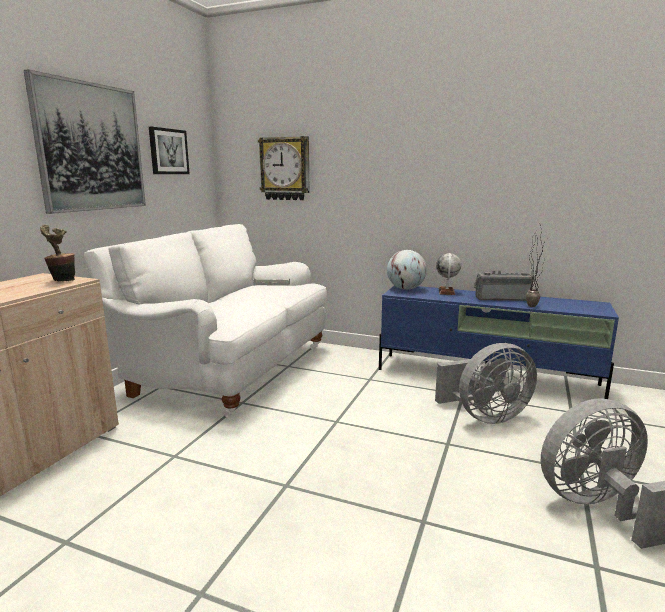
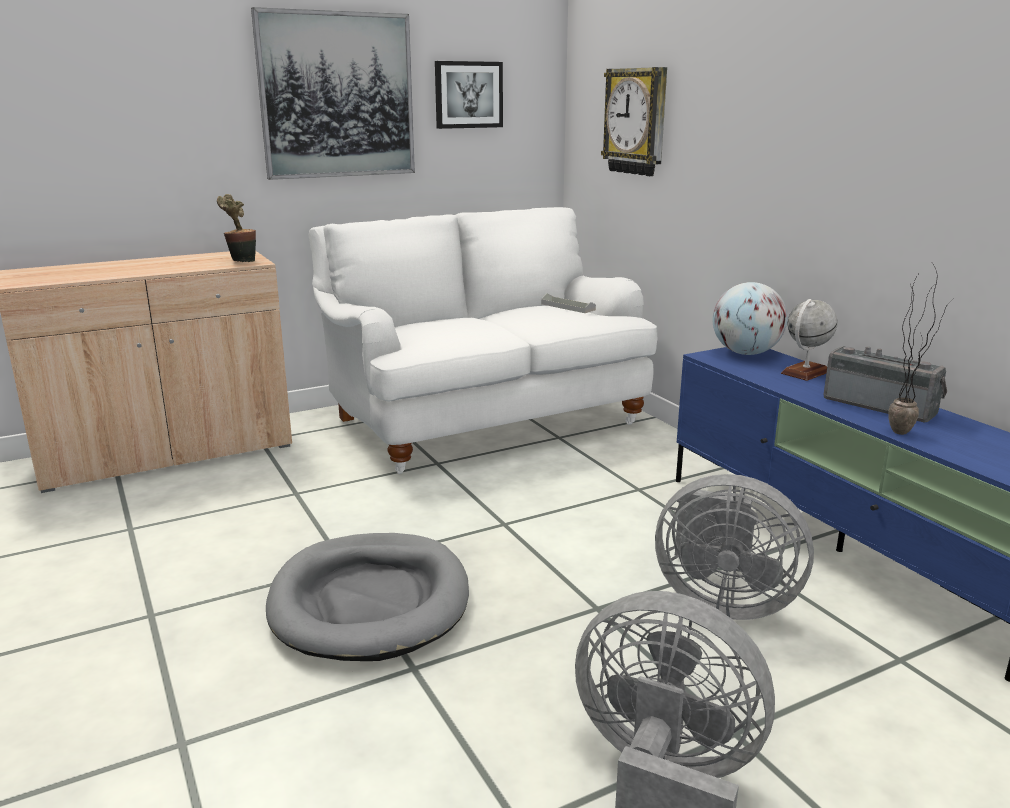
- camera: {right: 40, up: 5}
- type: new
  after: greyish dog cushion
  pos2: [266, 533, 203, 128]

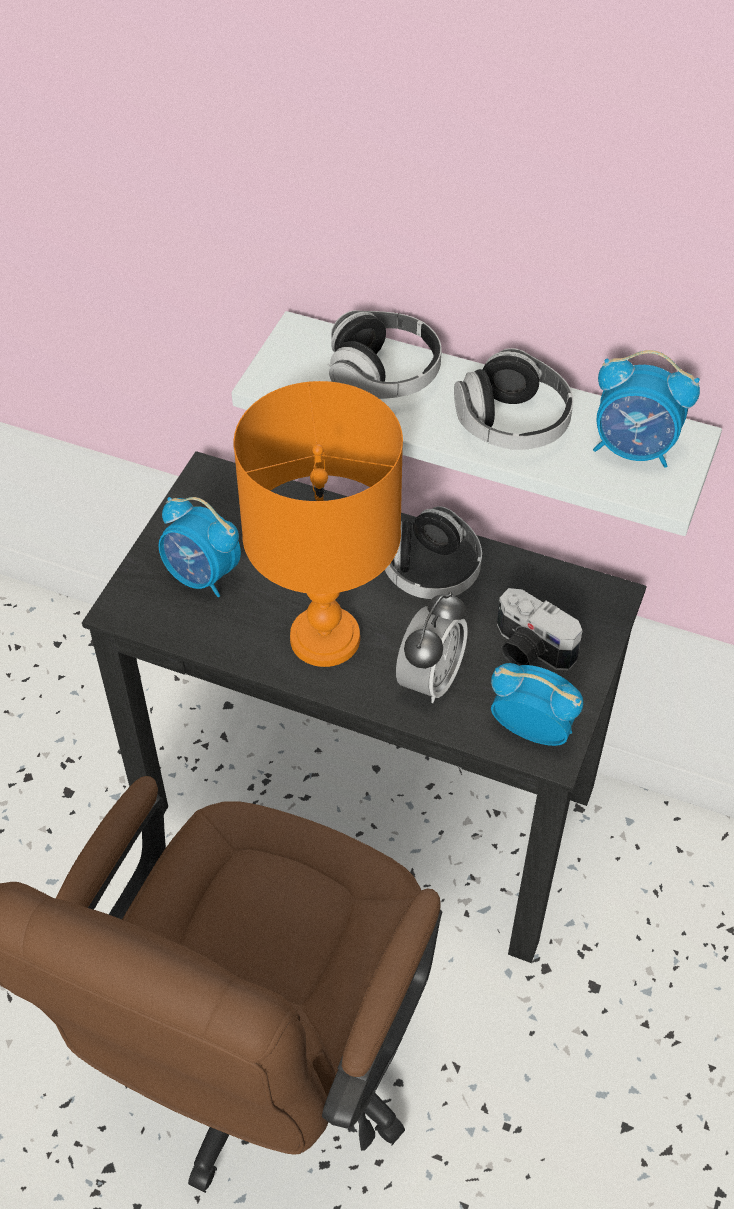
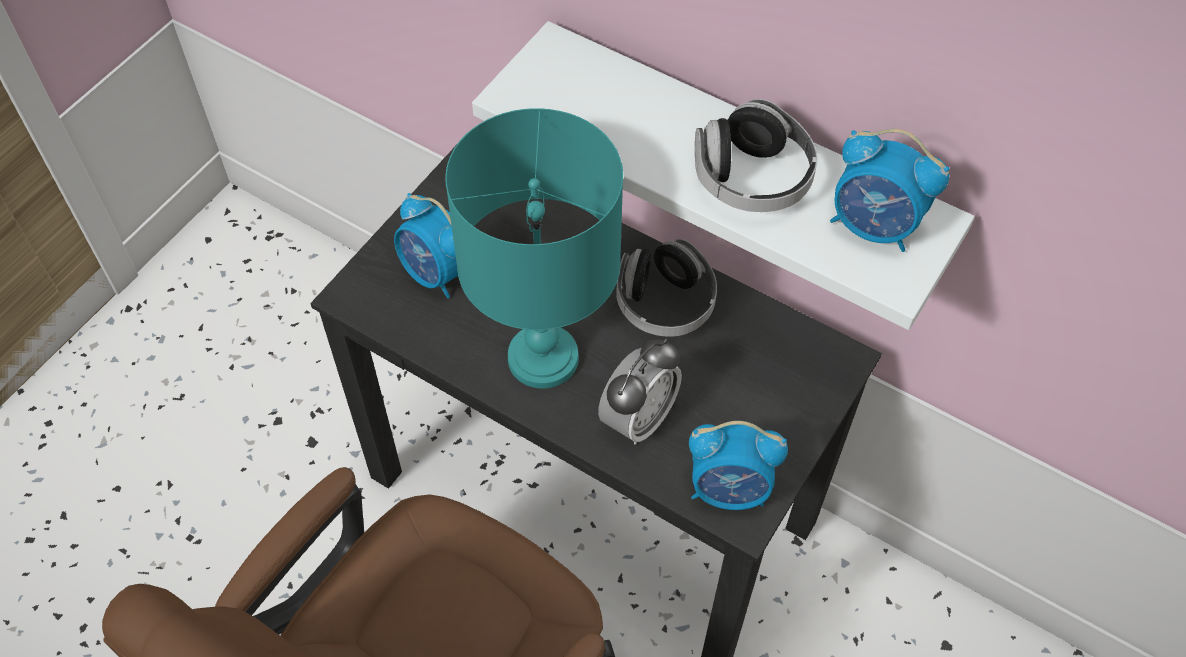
- camera: {right: 10, up: 5}
- type: repainted
  before: orangey tabletop lamp
  after: turquoise-coloured tabletop lamp
  pos1: [234, 381, 169, 286]
  pos2: [445, 108, 178, 281]
- type: rotated
  before: table clock
  pos1: [491, 663, 92, 83]
  pos2: [689, 421, 99, 89]
  turn: 150
- type: gone
  before: headphones
  pos1: [328, 310, 114, 89]
- type: gone
  before: still camera
  pos1: [497, 588, 86, 82]

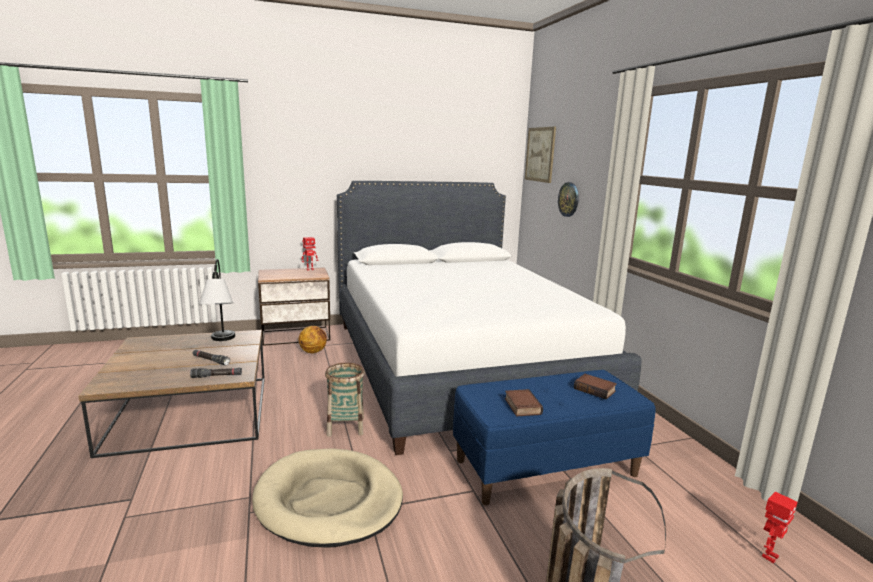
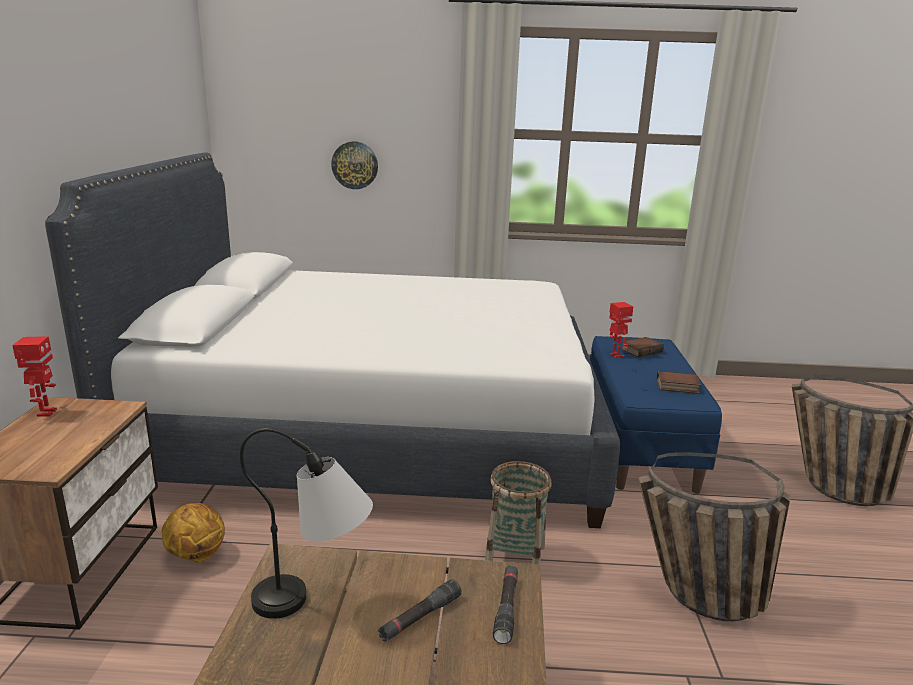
- camera: {right: -70, up: 5}
- type: shifted
  before: toy robot
  pos1: [762, 492, 35, 72]
  pos2: [609, 302, 24, 56]
- type: swapped
  before: sand-coloured dog cushion
  after: household basket
  pos1: [252, 448, 151, 100]
  pos2: [638, 452, 152, 169]
- type: gone
  before: wall picture
  pos1: [525, 127, 31, 56]

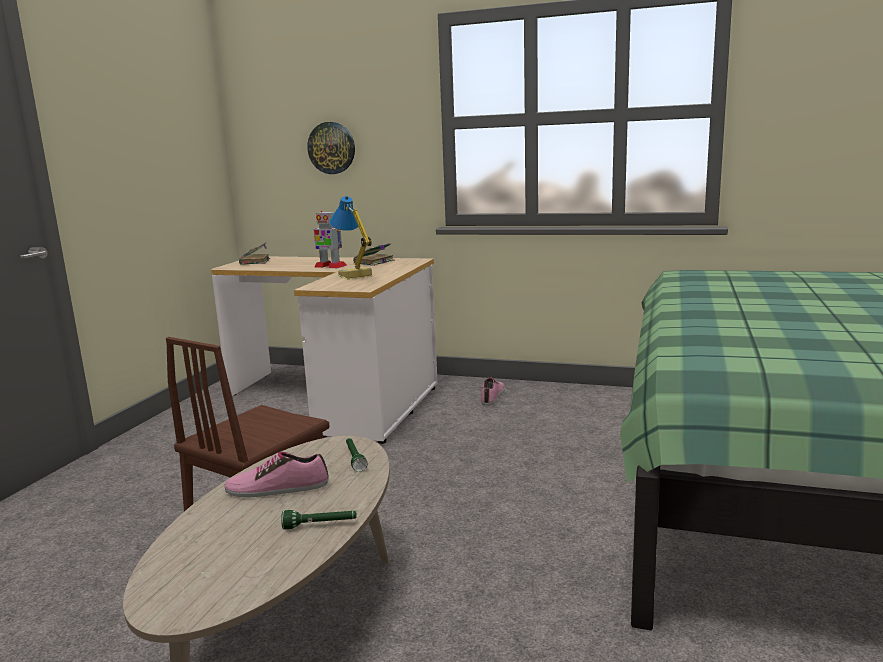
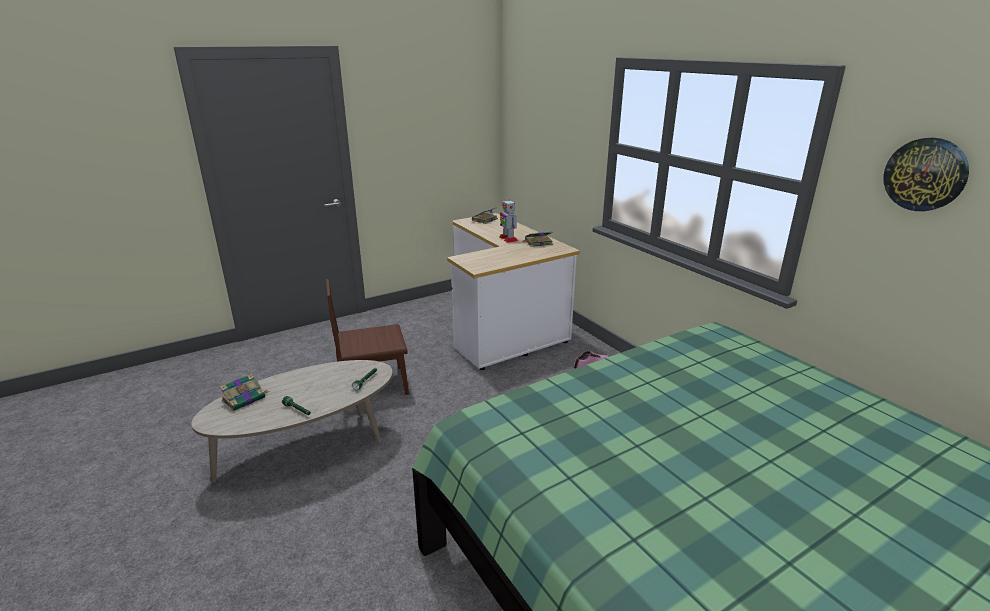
- camera: {right: 40, up: 10}
- type: new
  after: volume
  pos2: [220, 374, 47, 37]
- type: shifted
  before: clock on the wall
  pos1: [307, 122, 48, 52]
  pos2: [883, 138, 86, 73]
- type: gone
  before: low shoe
  pos1: [225, 452, 103, 45]
- type: gone
  before: tabletop lamp
  pos1: [330, 195, 42, 85]

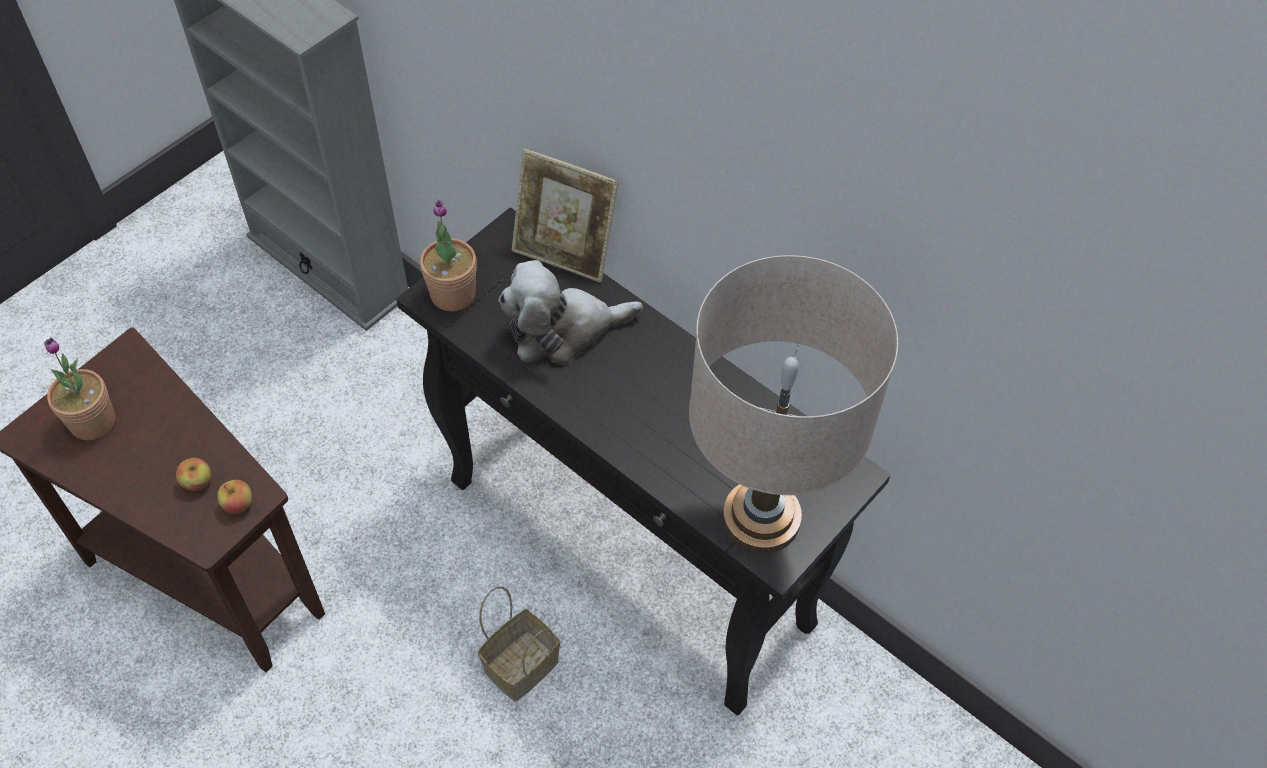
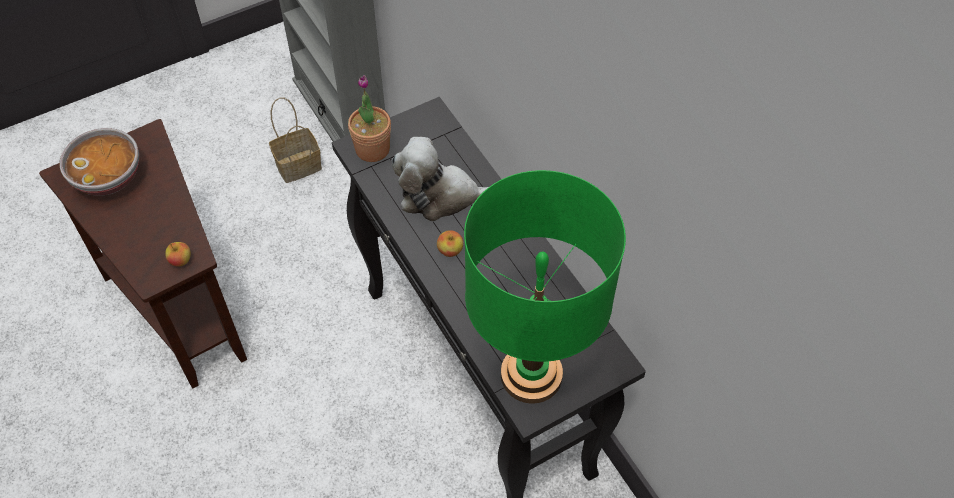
- camera: {right: 20, up: 0}
- type: swapped
  before: houseplant
  after: bowl
  pos1: [44, 337, 72, 103]
  pos2: [59, 128, 80, 68]
- type: shifted
  before: household basket
  pos1: [478, 586, 82, 116]
  pos2: [269, 98, 53, 85]
- type: shifted
  before: apple
  pos1: [176, 458, 35, 33]
  pos2: [437, 230, 26, 27]
- type: repainted
  before: sand-coloured tabletop lamp
  after: greenish tabletop lamp
  pos1: [689, 255, 209, 298]
  pos2: [464, 170, 162, 233]
- type: gone
  before: picture frame
  pos1: [512, 148, 107, 135]

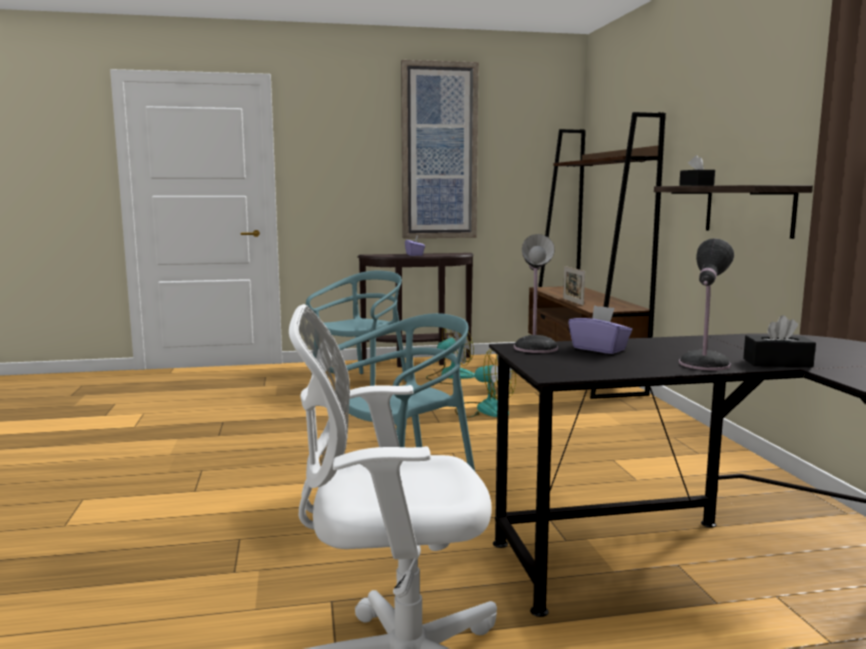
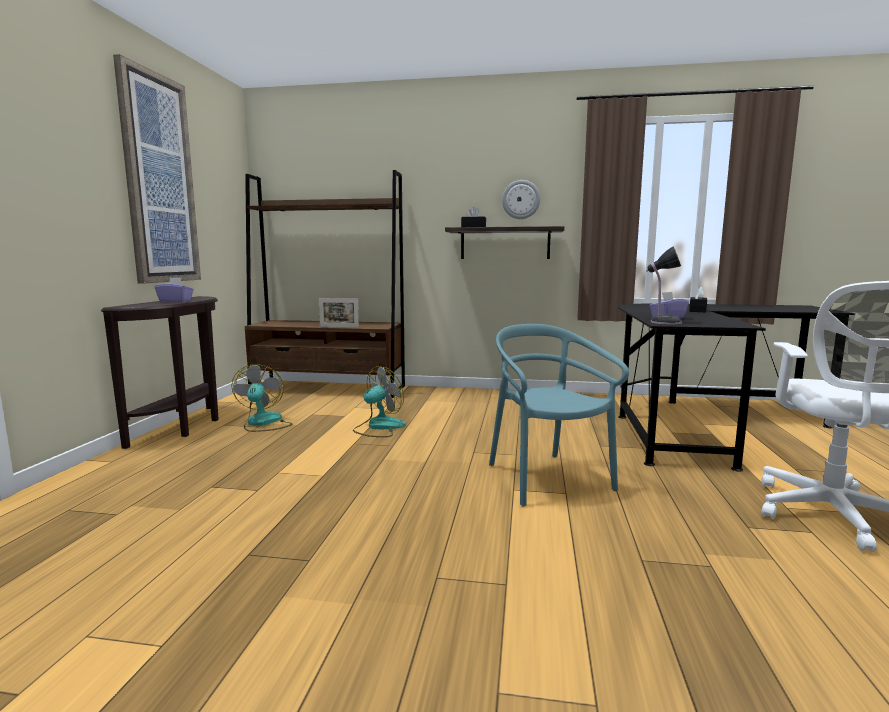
- camera: {right: -70, up: 0}
- type: new
  after: clock on the wall
  pos2: [502, 180, 38, 39]
- type: gone
  before: turquoise-coloured plain chair
  pos1: [306, 271, 100, 115]
- type: gone
  before: tabletop lamp
  pos1: [679, 238, 55, 133]

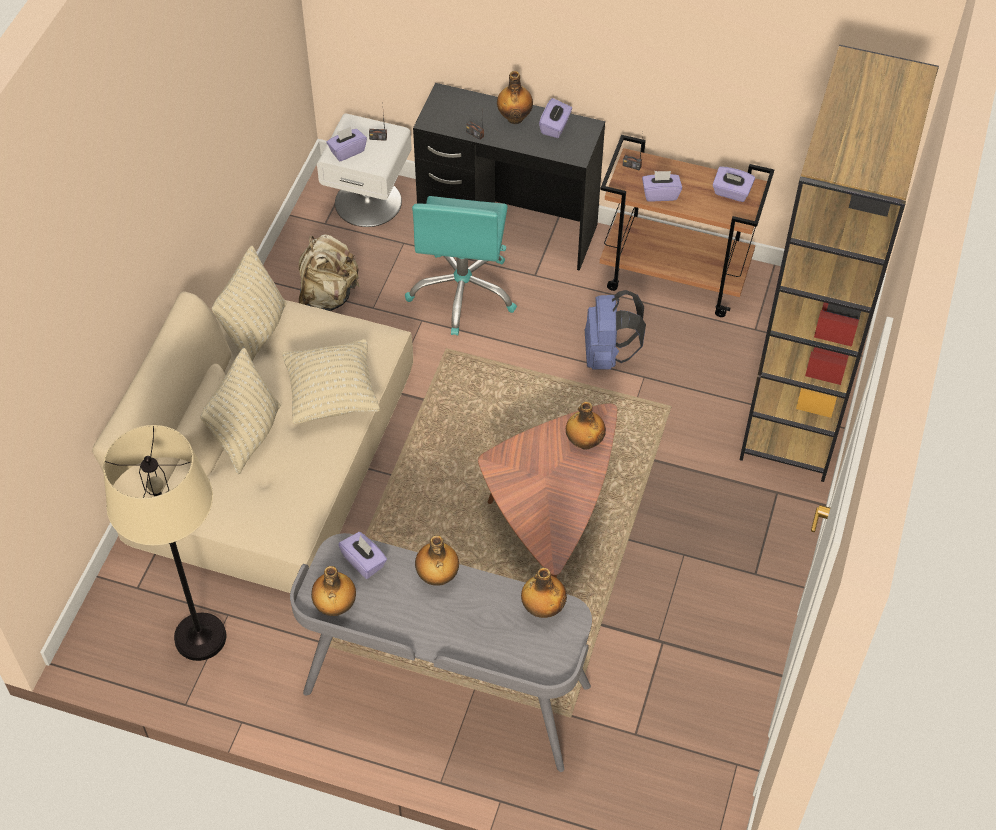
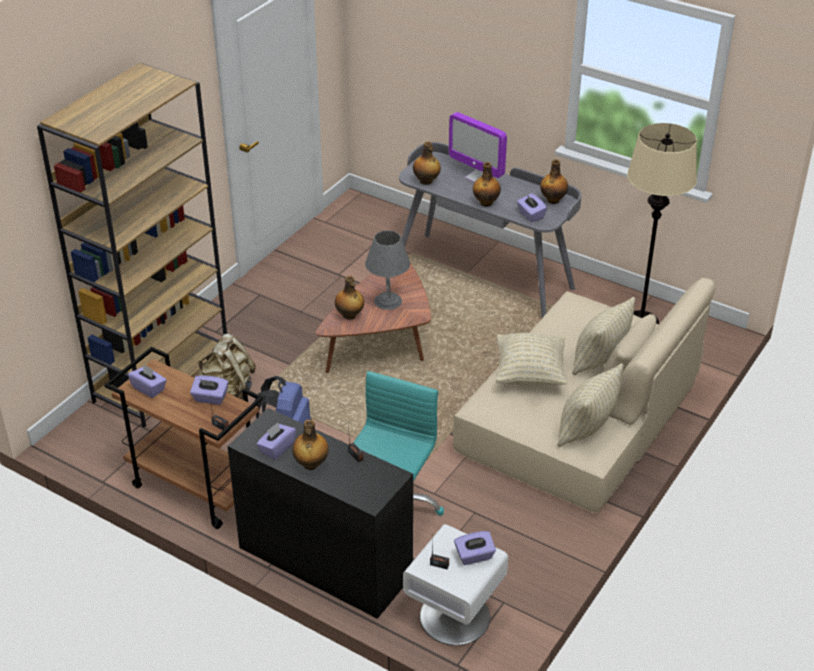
- camera: {right: -165, up: -15}
- type: shifted
  before: sand-coloured backpack
  pos1: [299, 234, 61, 77]
  pos2: [197, 334, 59, 66]
- type: new
  after: greyish tabletop lamp
  pos2: [365, 230, 45, 80]
- type: new
  after: monitor
  pos2: [449, 112, 58, 70]

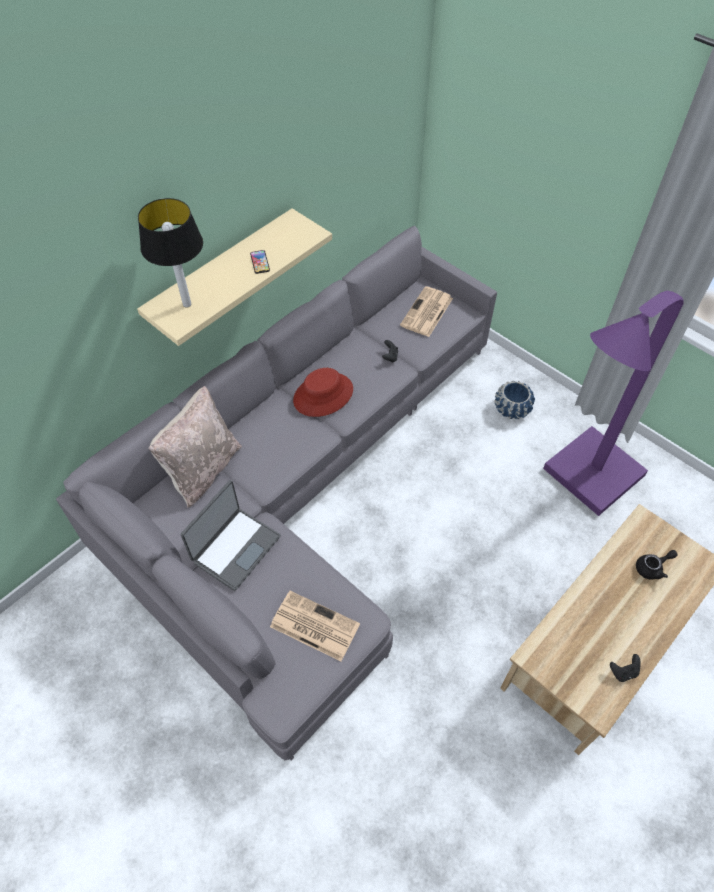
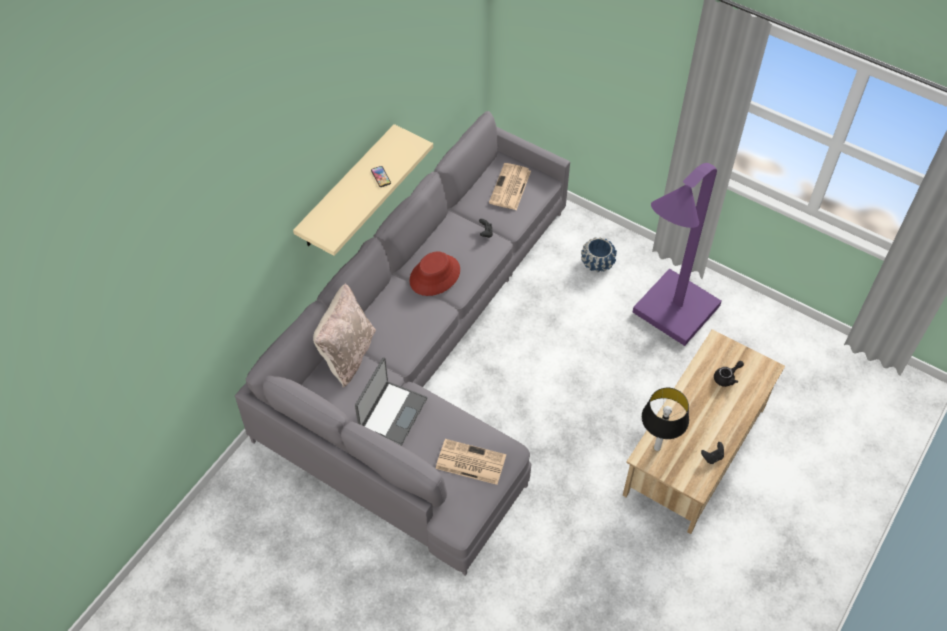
- camera: {right: -10, up: 0}
- type: shifted
  before: tabletop lamp
  pos1: [138, 198, 65, 110]
  pos2: [642, 388, 47, 63]

